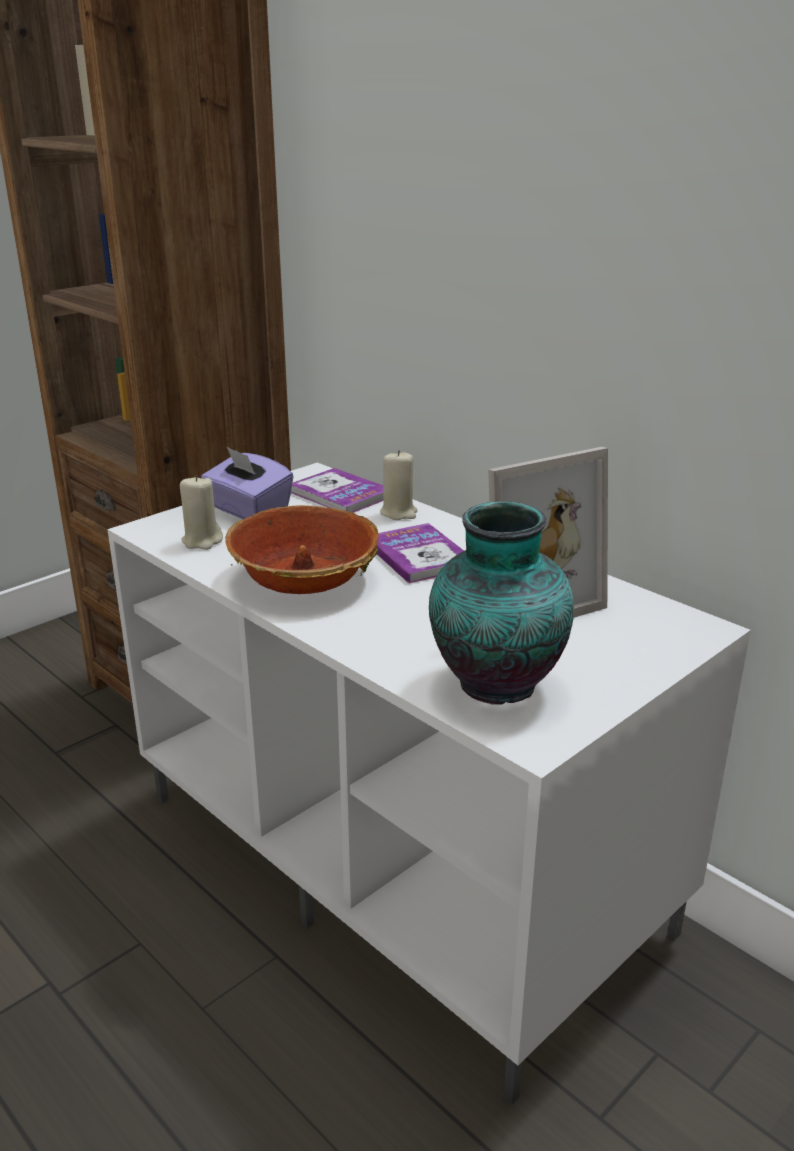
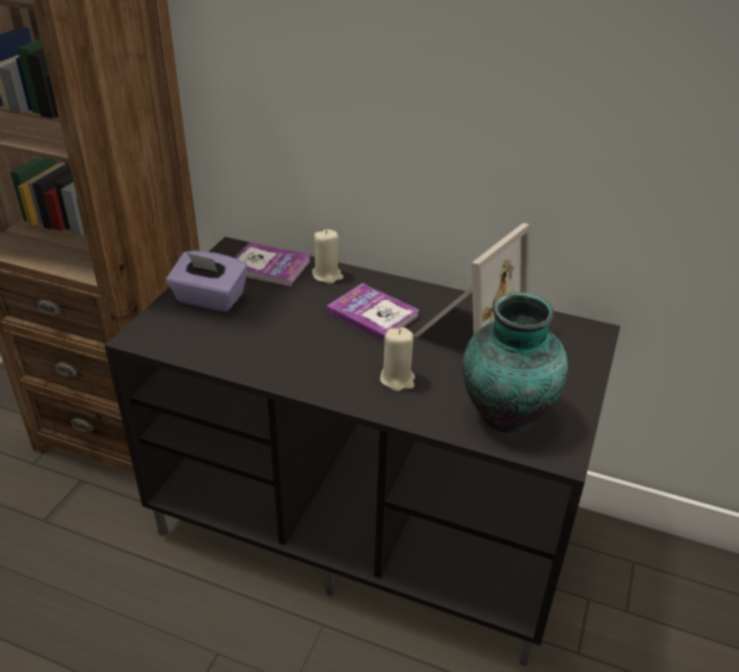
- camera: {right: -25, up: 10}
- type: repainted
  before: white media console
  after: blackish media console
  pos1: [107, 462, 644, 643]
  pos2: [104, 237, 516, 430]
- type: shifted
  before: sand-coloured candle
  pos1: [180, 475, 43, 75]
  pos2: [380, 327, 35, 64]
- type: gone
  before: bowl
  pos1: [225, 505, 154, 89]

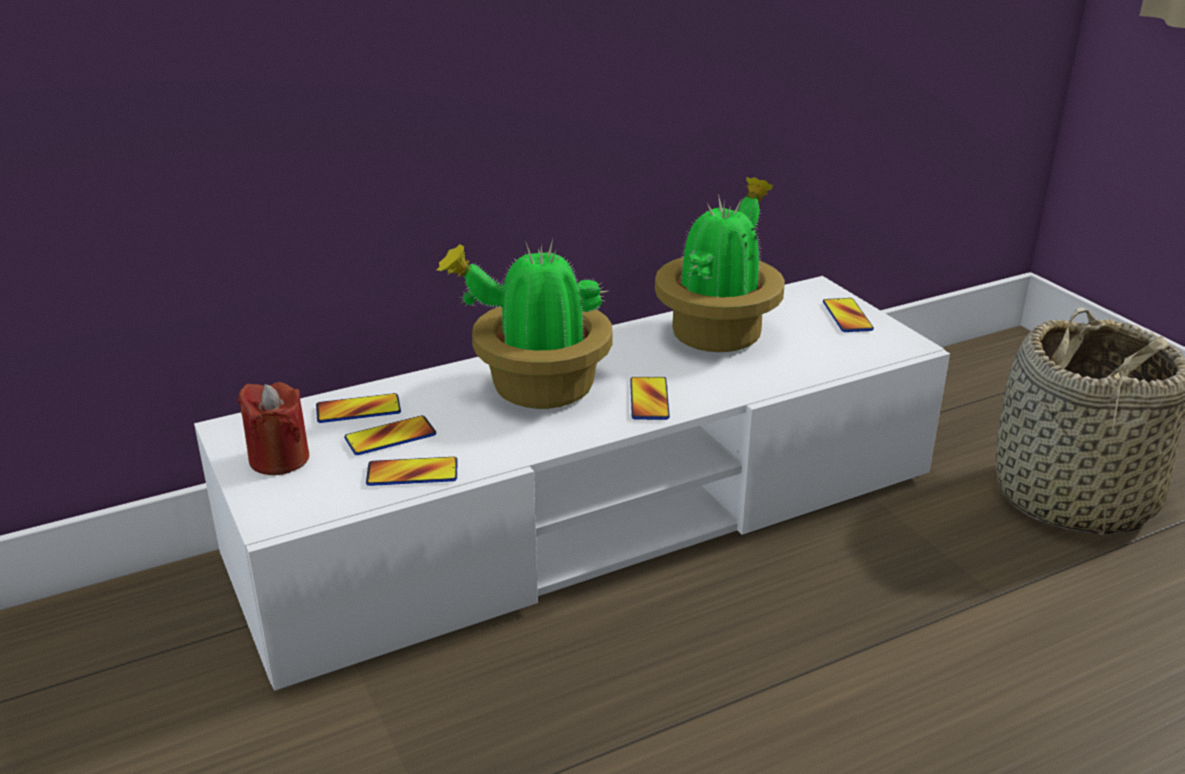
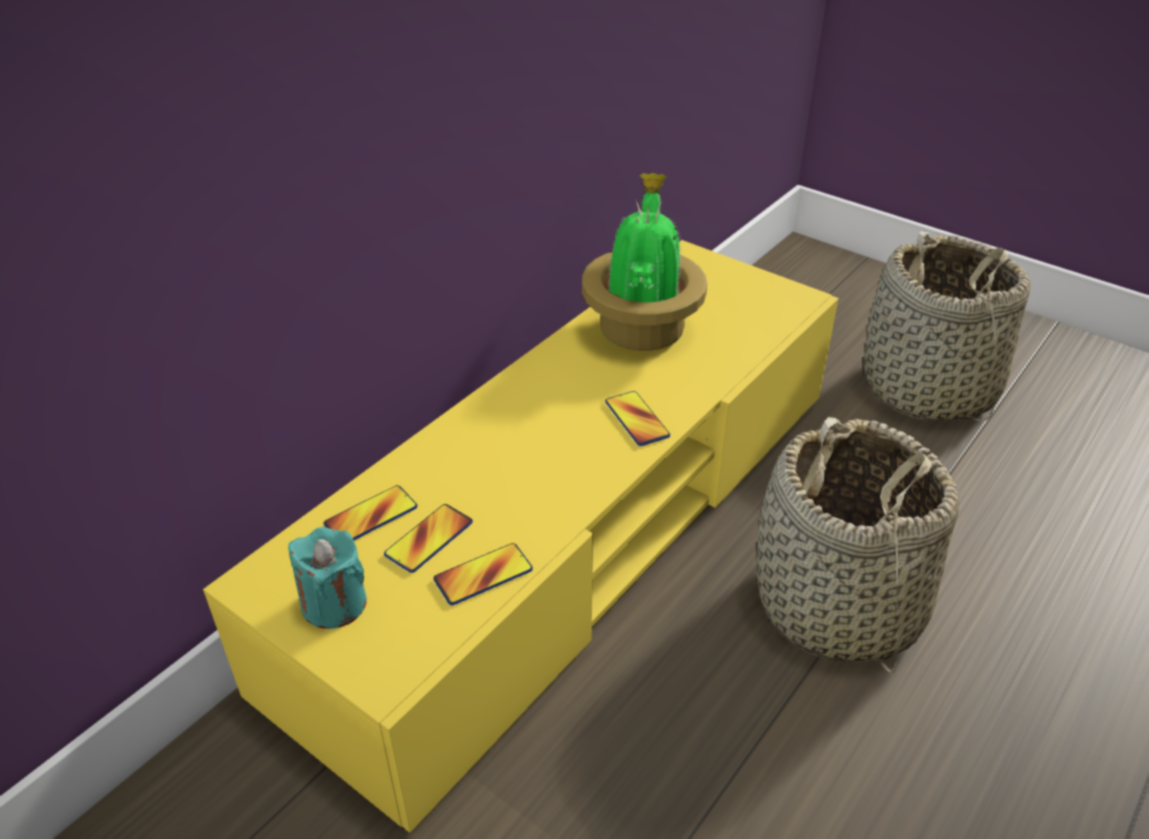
- camera: {right: -25, up: 10}
- type: repainted
  before: white media console
  after: yellow-coloured media console
  pos1: [194, 276, 756, 415]
  pos2: [203, 240, 636, 593]
- type: repainted
  before: reddish candle
  after: turquoise-coloured candle
  pos1: [238, 382, 71, 93]
  pos2: [288, 527, 79, 102]
- type: new
  after: household basket
  pos2: [756, 417, 203, 256]
- type: gone
  before: houseplant
  pos1: [437, 239, 176, 170]
- type: gone
  before: telephone
  pos1: [823, 298, 51, 34]

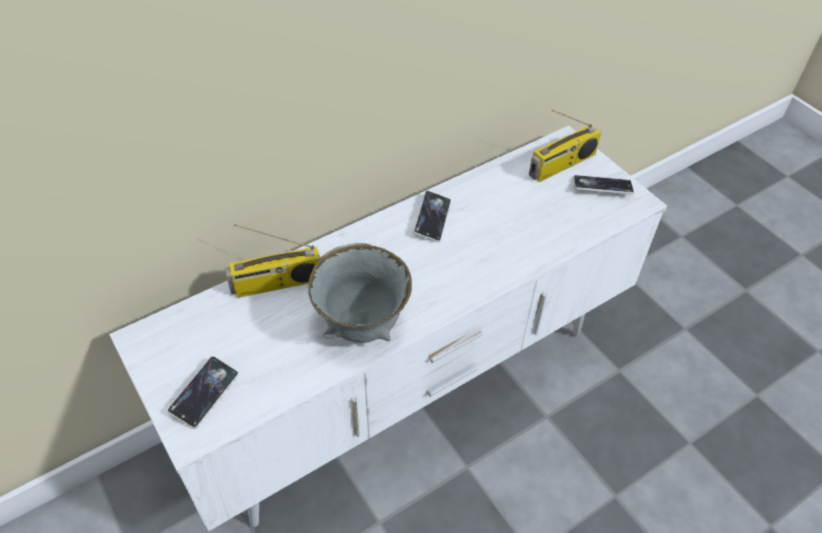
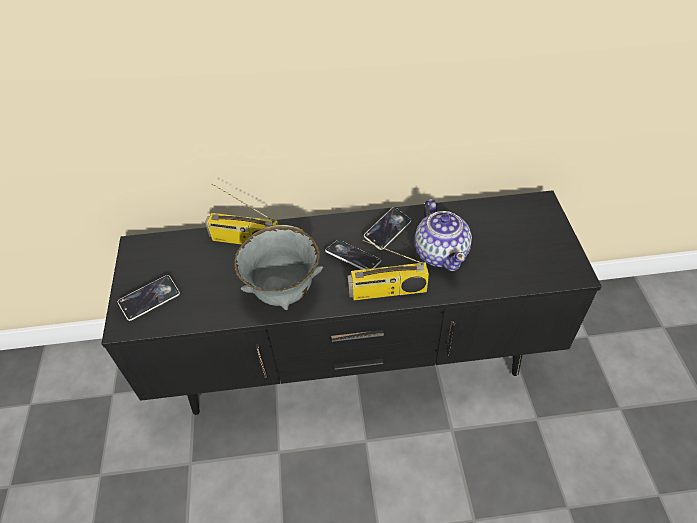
- camera: {right: 30, up: 0}
- type: repainted
  before: white media console
  after: blackish media console
  pos1: [109, 126, 558, 405]
  pos2: [101, 190, 501, 225]
- type: shifted
  before: telephone
  pos1: [573, 175, 61, 19]
  pos2: [325, 240, 56, 30]
- type: shifted
  before: radio
  pos1: [529, 110, 72, 72]
  pos2: [348, 240, 81, 60]
- type: new
  after: pot for tea
  pos2: [415, 199, 57, 72]

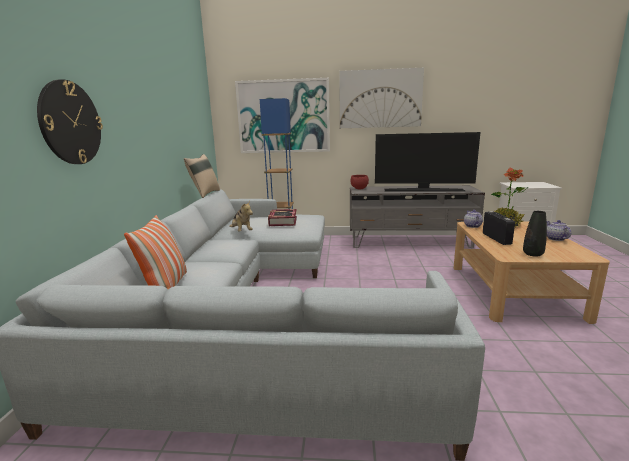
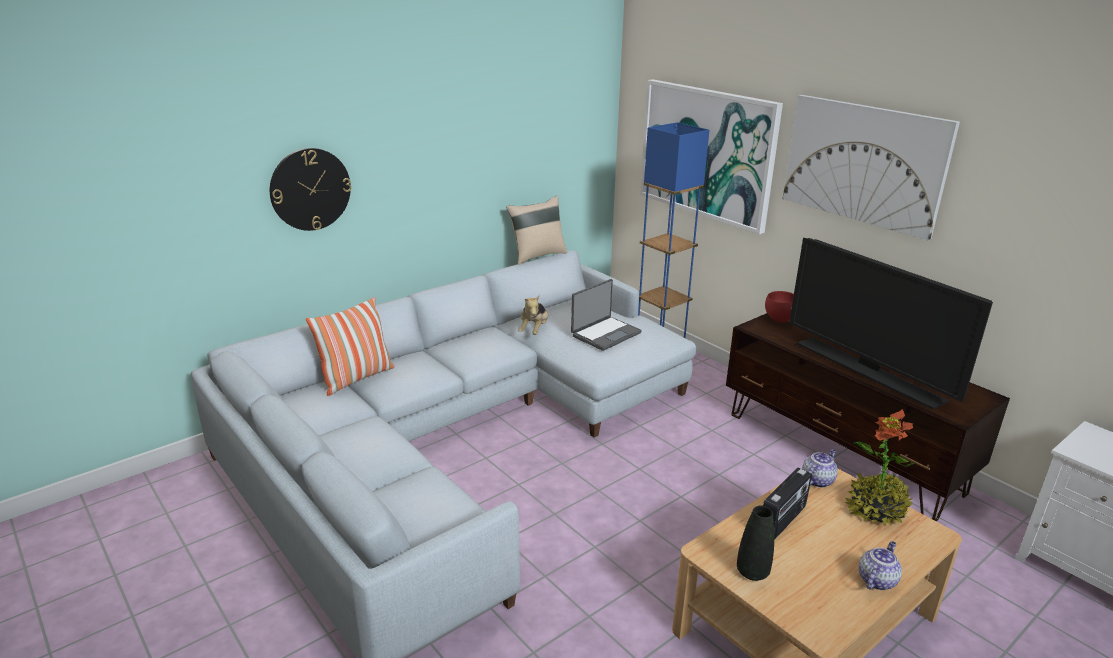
- camera: {right: 45, up: 10}
- type: swapped
  before: volume
  after: notebook computer
  pos1: [268, 209, 29, 17]
  pos2: [571, 279, 71, 72]
- type: repainted
  before: greyish media console
  after: brownish media console
  pos1: [350, 185, 135, 63]
  pos2: [726, 313, 284, 209]

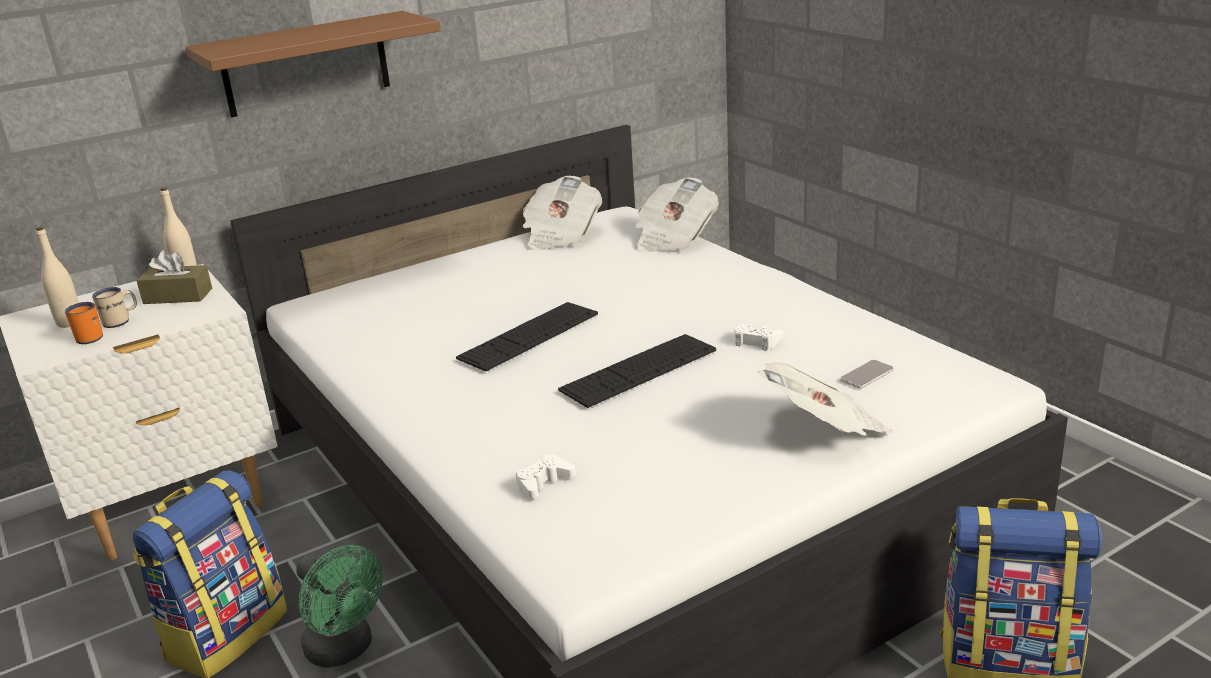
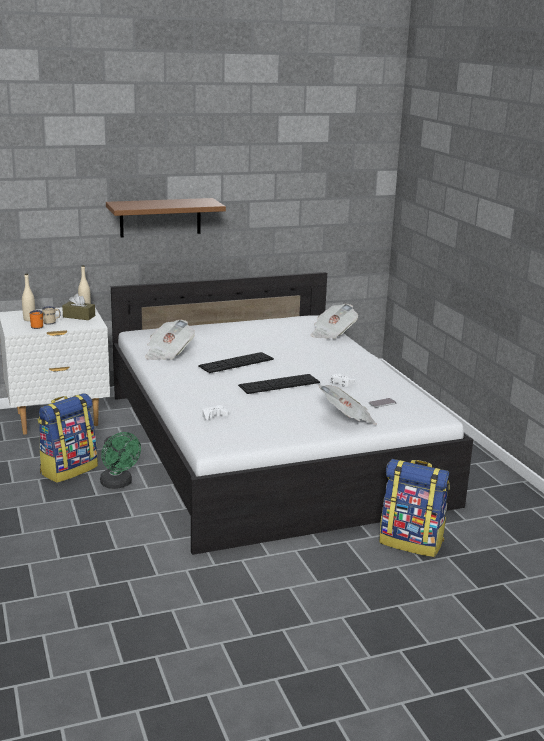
- camera: {right: 10, up: -5}
- type: shifted
  before: printed paper
  pos1: [523, 176, 79, 74]
  pos2: [145, 320, 50, 40]

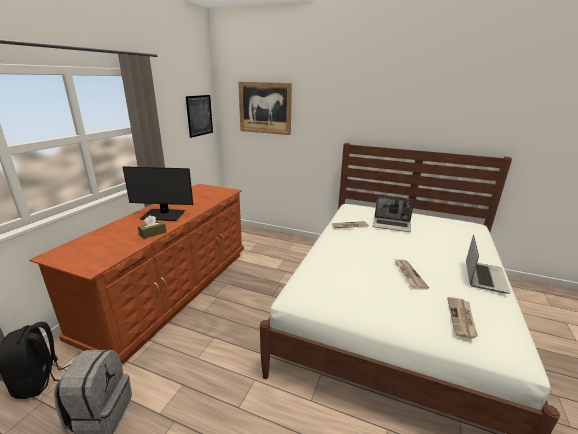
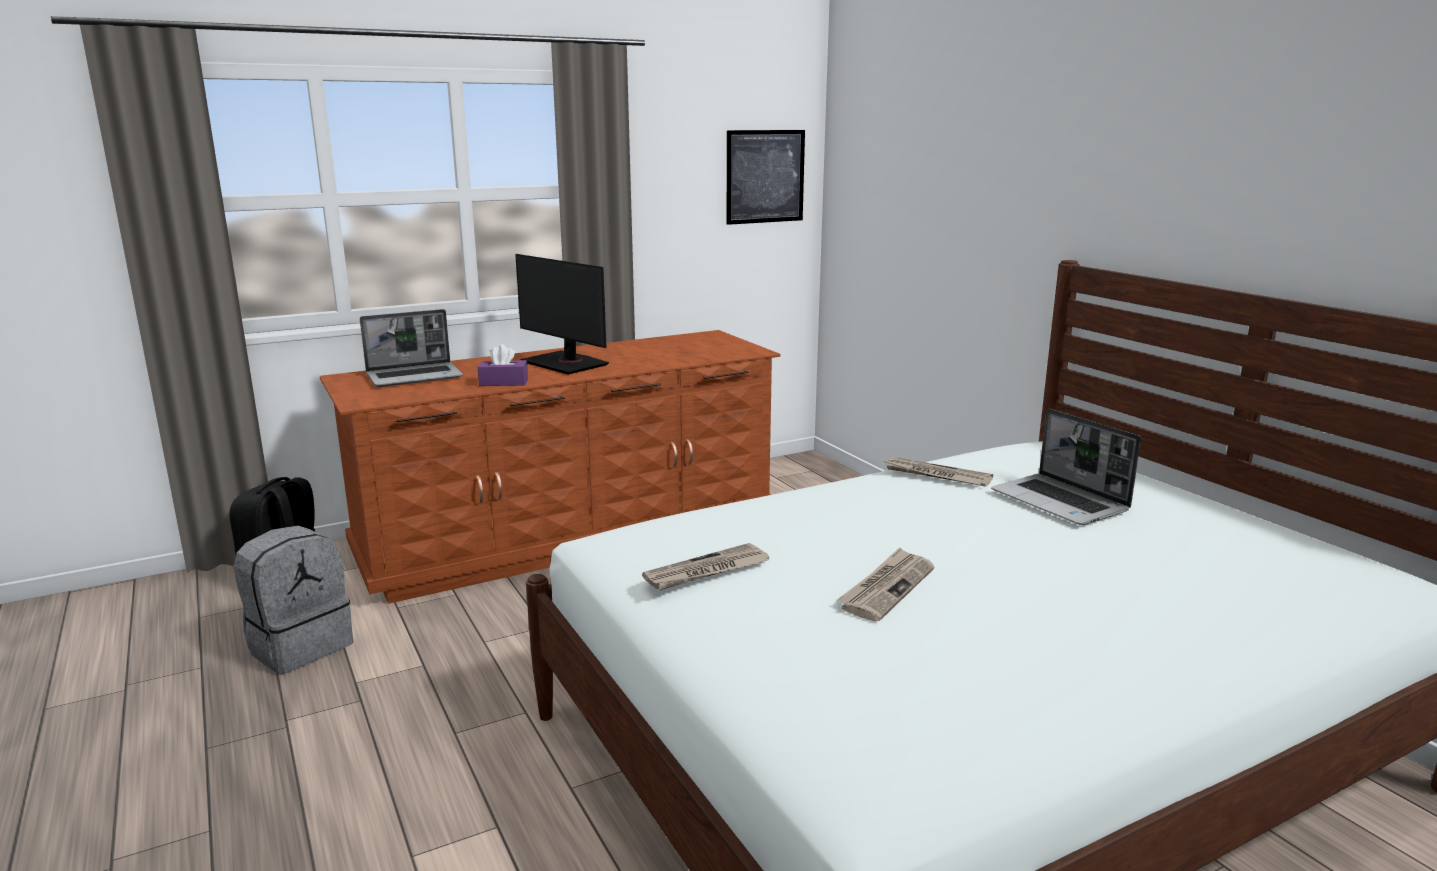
- camera: {right: 40, up: -5}
- type: shifted
  before: notebook computer
  pos1: [466, 235, 45, 59]
  pos2: [360, 309, 103, 78]
- type: repainted
  before: brownish tissue box
  after: purple tissue box
  pos1: [138, 215, 28, 24]
  pos2: [478, 344, 50, 42]
- type: shifted
  before: printed paper
  pos1: [447, 297, 31, 42]
  pos2: [642, 543, 127, 47]
- type: gone
  before: wall picture
  pos1: [238, 82, 54, 53]

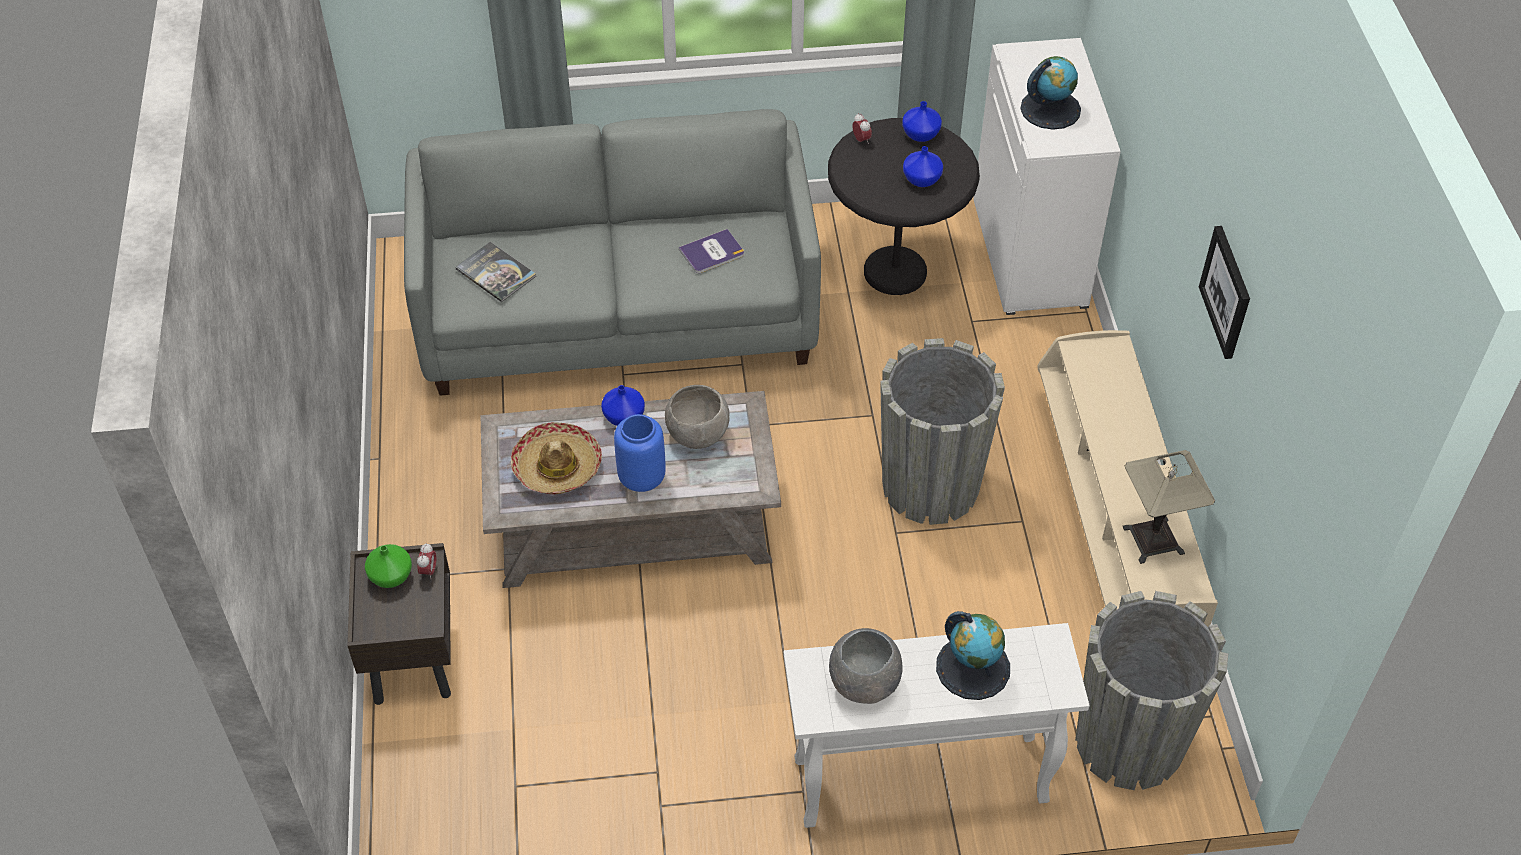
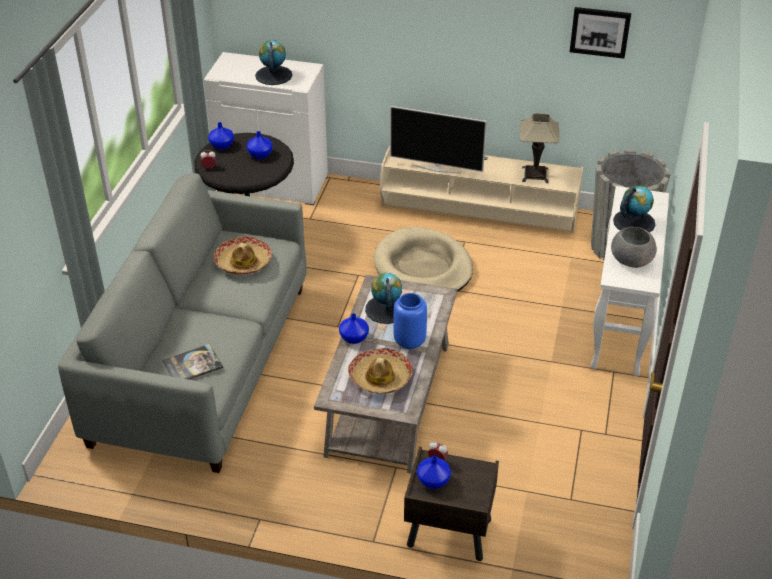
- camera: {right: -70, up: -10}
- type: swapped
  before: volume
  after: hat
  pos1: [679, 229, 65, 44]
  pos2: [214, 236, 58, 38]
- type: swapped
  before: greyish bowl
  after: globe
  pos1: [665, 385, 65, 64]
  pos2: [365, 273, 37, 51]
- type: swapped
  before: greyish plant pot
  after: sand-coloured dog cushion
  pos1: [880, 338, 125, 187]
  pos2: [374, 227, 99, 65]
- type: new
  after: TV
  pos2: [390, 106, 97, 67]
- type: repainted
  before: greenish decorative vase
  after: blue-coloured decorative vase
  pos1: [365, 544, 47, 44]
  pos2: [417, 456, 34, 33]
- type: shifted
  before: wall picture
  pos1: [1199, 226, 51, 133]
  pos2: [570, 7, 61, 52]

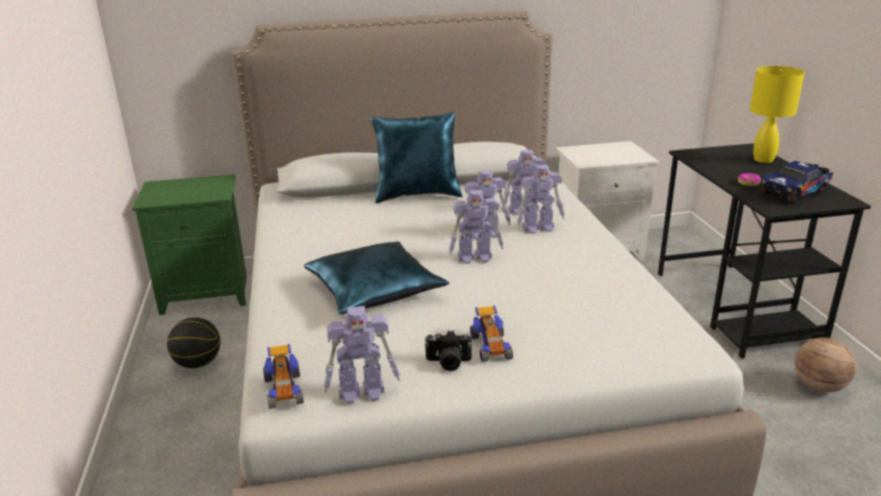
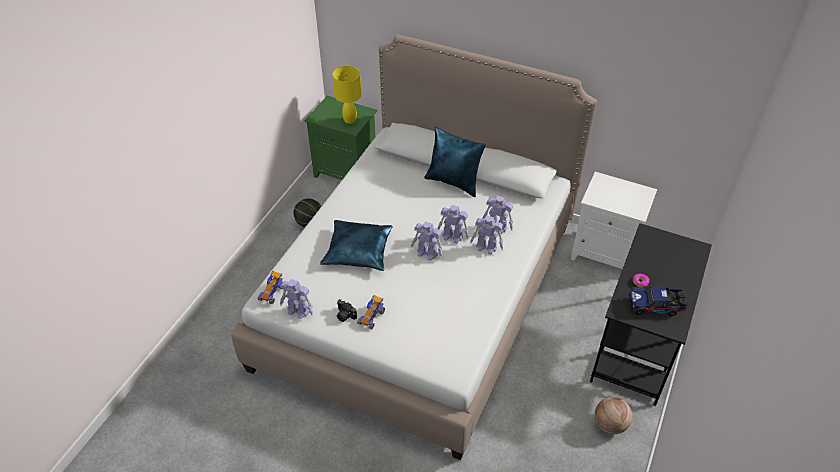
- camera: {right: 35, up: 20}
- type: shifted
  before: yellow-coloured tabletop lamp
  pos1: [750, 66, 55, 97]
  pos2: [332, 66, 29, 58]

